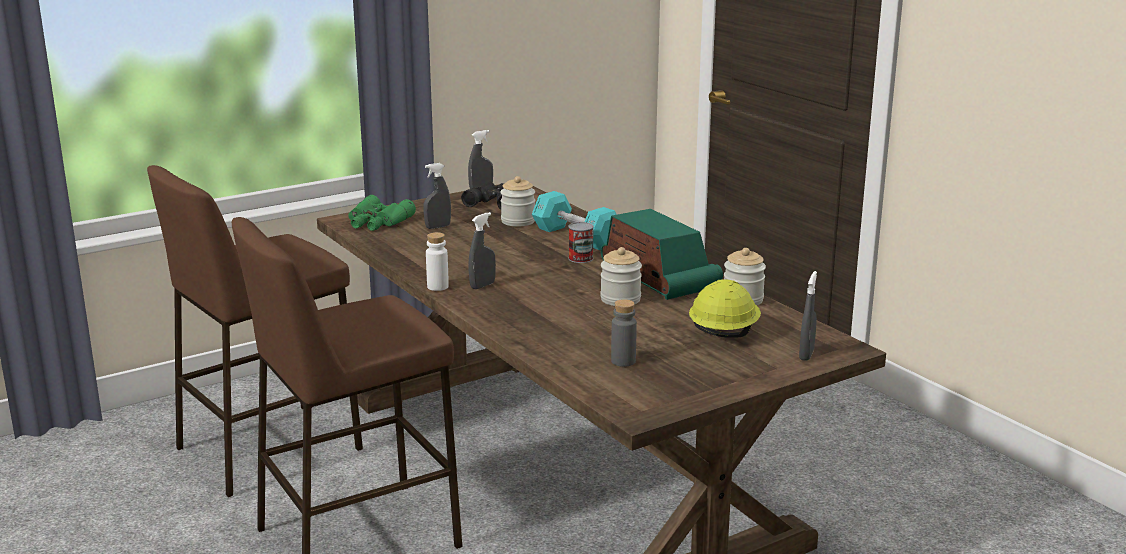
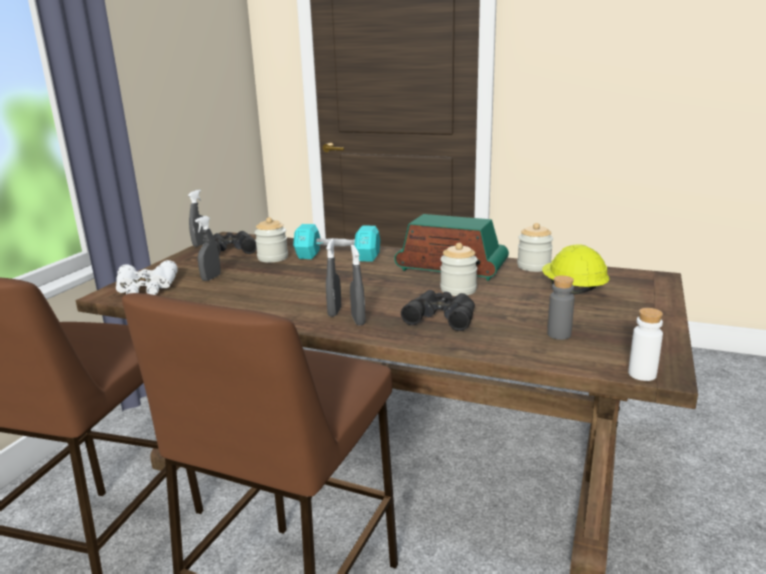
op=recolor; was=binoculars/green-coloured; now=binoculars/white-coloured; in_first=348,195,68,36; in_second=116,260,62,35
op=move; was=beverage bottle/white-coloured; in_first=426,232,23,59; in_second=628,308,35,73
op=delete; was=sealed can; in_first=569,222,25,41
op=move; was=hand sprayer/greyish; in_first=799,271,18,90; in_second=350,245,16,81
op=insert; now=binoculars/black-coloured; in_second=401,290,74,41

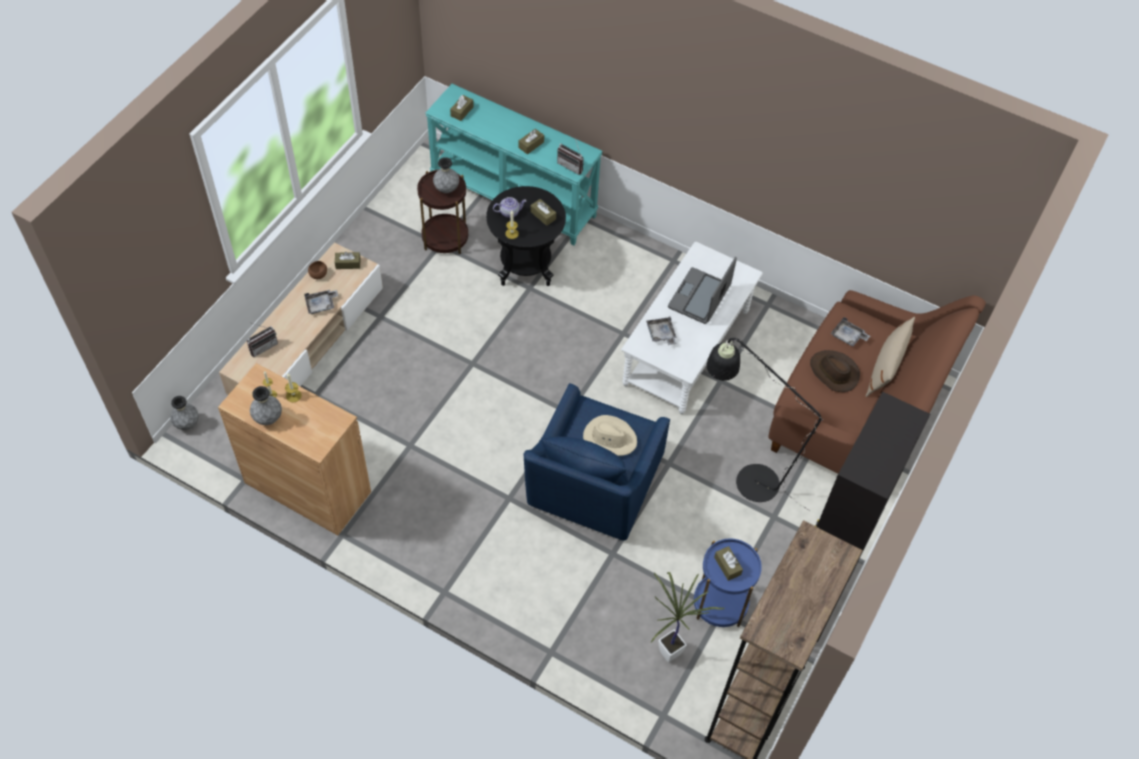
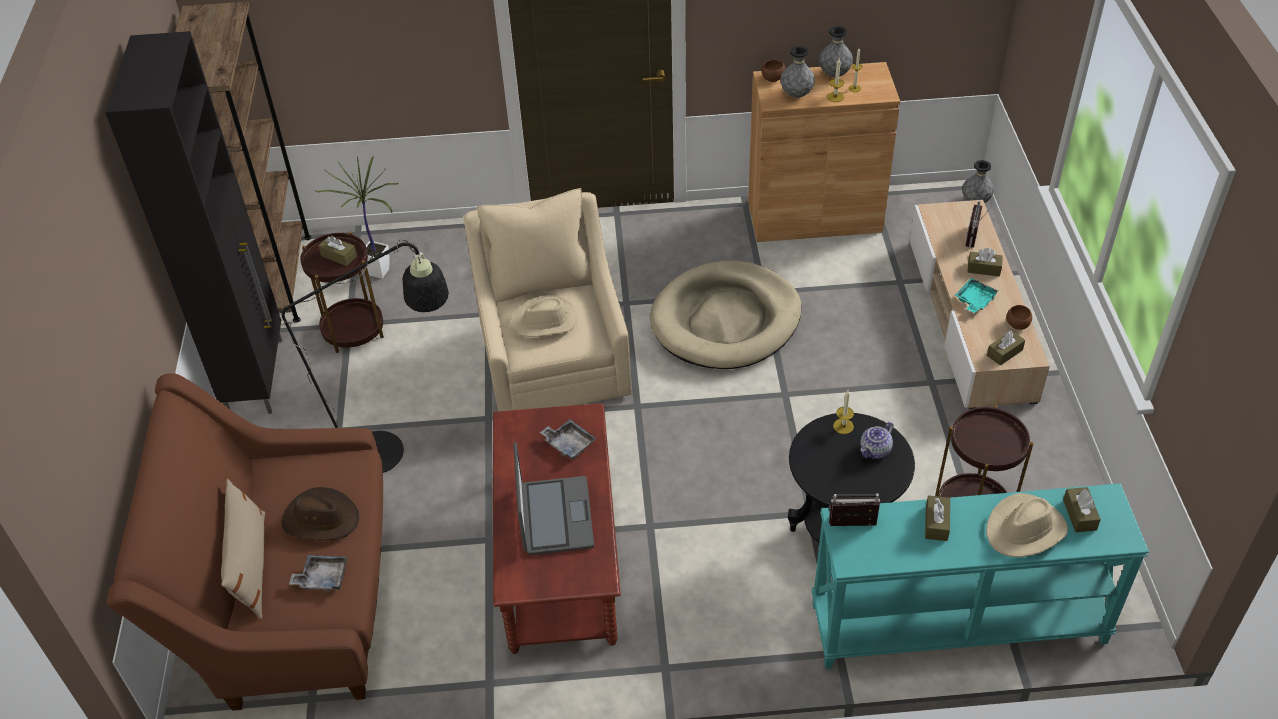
op=recolor; was=serving tray/greyish; now=serving tray/turquoise-coloured; in_first=305,290,33,24; in_second=954,278,45,35
op=move; was=vase/greyish; in_first=433,157,26,36; in_second=780,46,35,52
op=recolor; was=lounge chair/blue; now=lounge chair/beige; in_first=523,383,147,158; in_second=463,188,169,223
op=move; was=box of tissues/brown; in_first=531,199,25,27; in_second=968,248,35,29
op=recolor; was=lounge table/white-coloured; now=lounge table/brown; in_first=621,242,142,172; in_second=493,403,128,251
op=recolor; was=end table/blue; now=end table/brown; in_first=694,539,68,88; in_second=300,231,84,122
op=insert; now=pet bed/beige; in_second=650,260,151,109
op=insert; now=deep dish/brown; in_second=761,60,25,22
op=insert; now=hat/beige; in_second=986,493,82,64

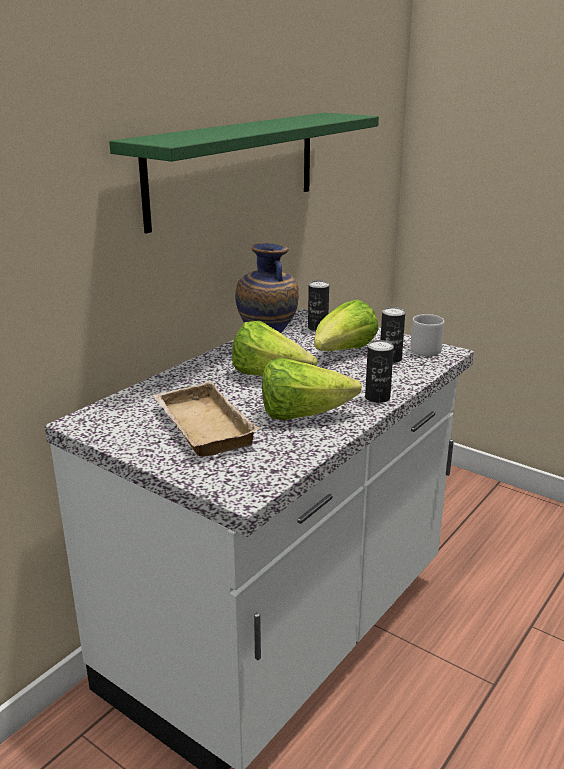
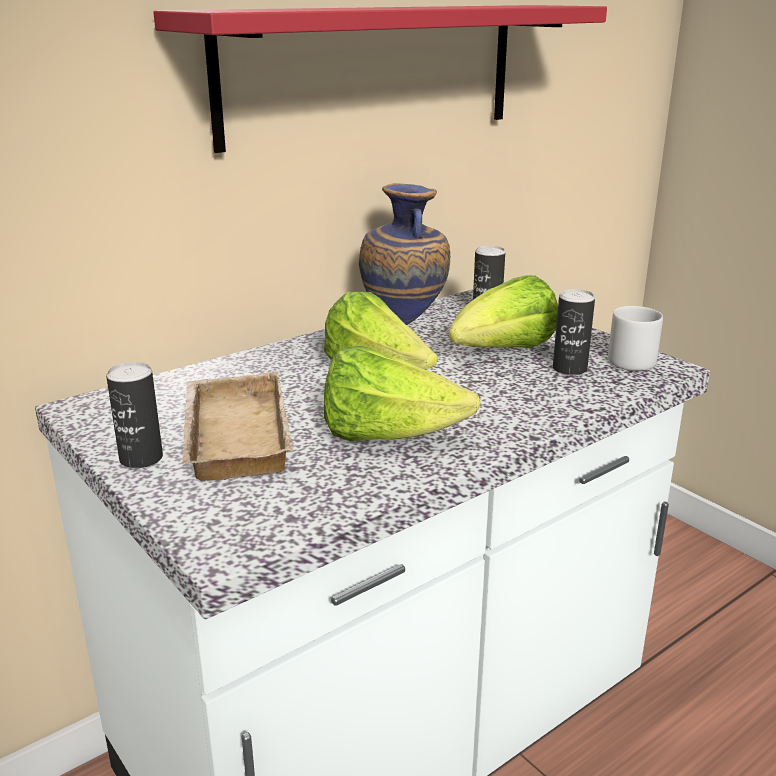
op=recolor; was=shelf/green-coloured; now=shelf/red; in_first=109,113,270,121; in_second=153,5,454,148
op=move; was=sealed can; in_first=365,340,29,63; in_second=106,362,57,106

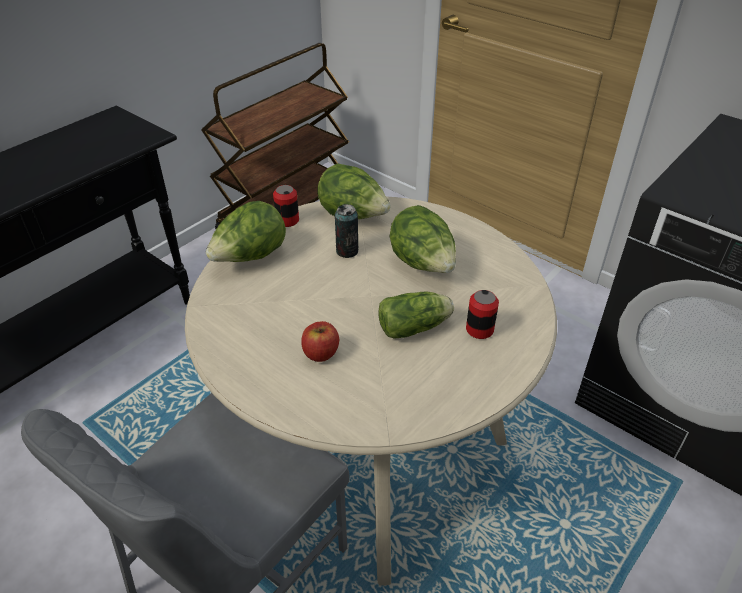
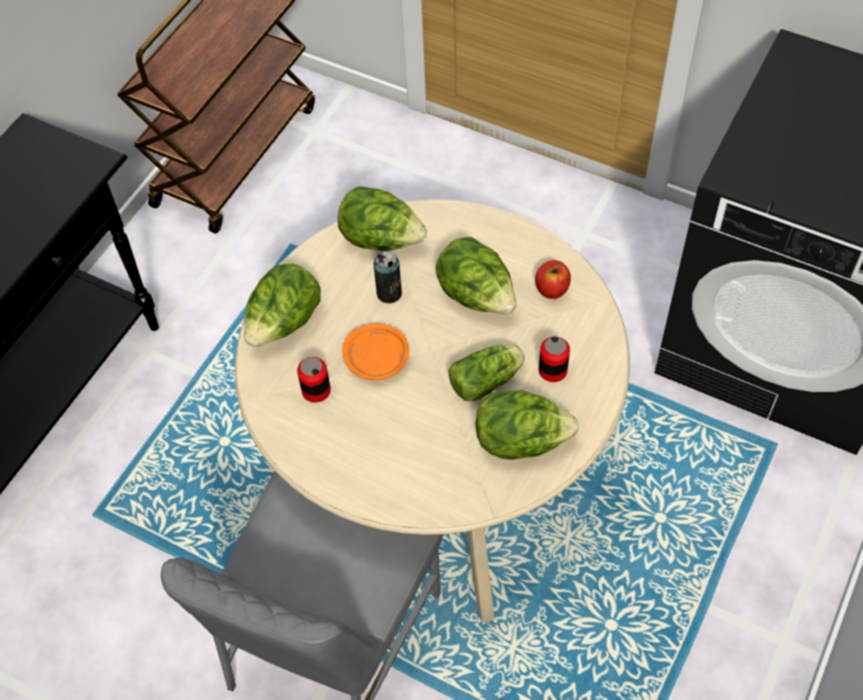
op=move; was=sealed can; in_first=273,185,26,42; in_second=297,357,34,46
op=move; was=apple; in_first=301,321,38,41; in_second=535,260,36,39
op=insert; now=flat dish/orange; in_second=342,324,67,56
op=insert; now=lettuce; in_second=475,390,104,70

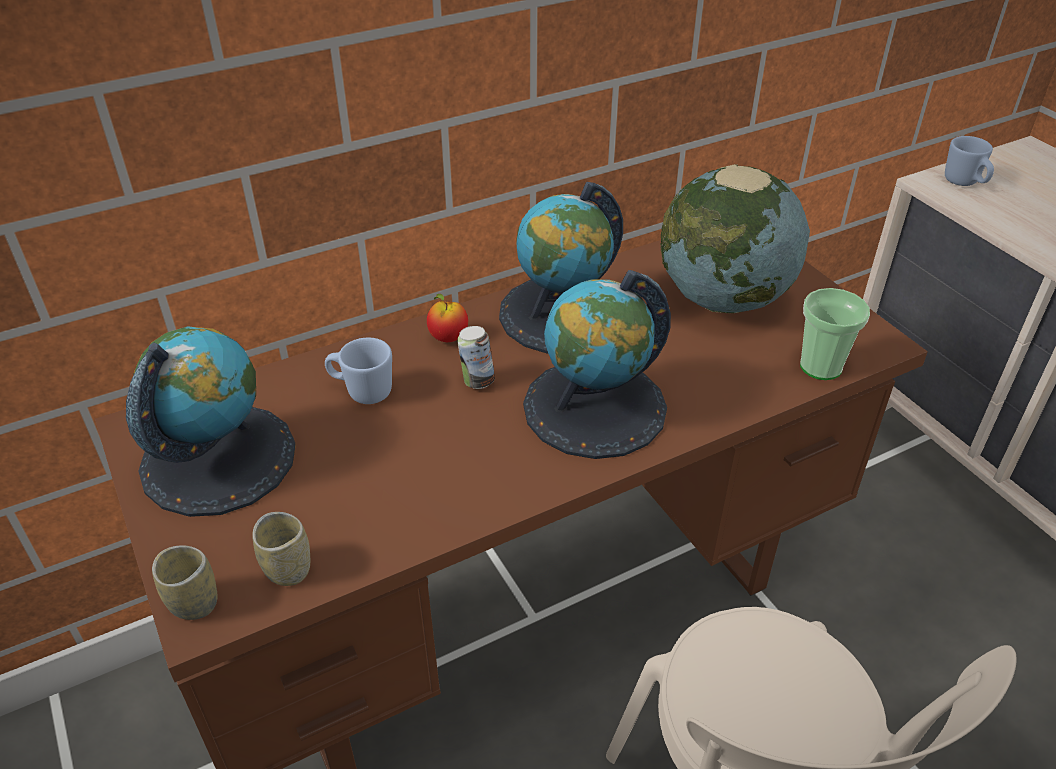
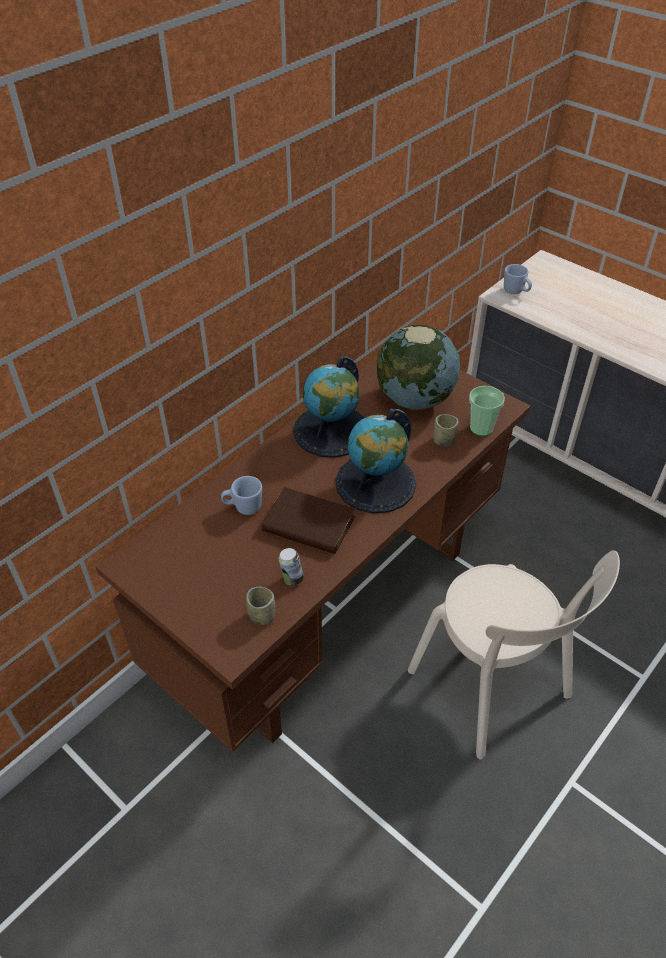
op=delete; was=globe; in_first=126,326,170,191
op=move; was=cup; in_first=152,545,65,75; in_second=434,414,25,32
op=delete; was=apple; in_first=427,294,41,48
op=move; was=sealed can; in_first=457,326,38,63; in_second=279,548,25,38
op=insert; now=volume/brown; in_second=262,487,93,67

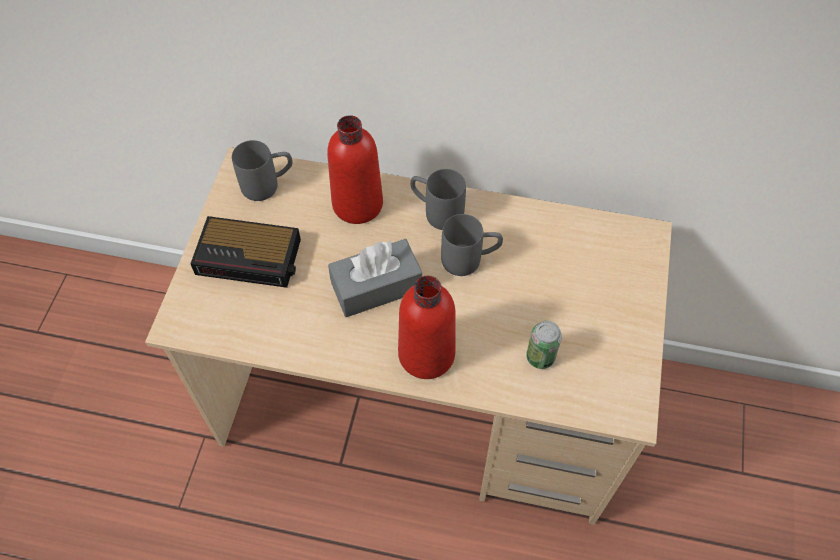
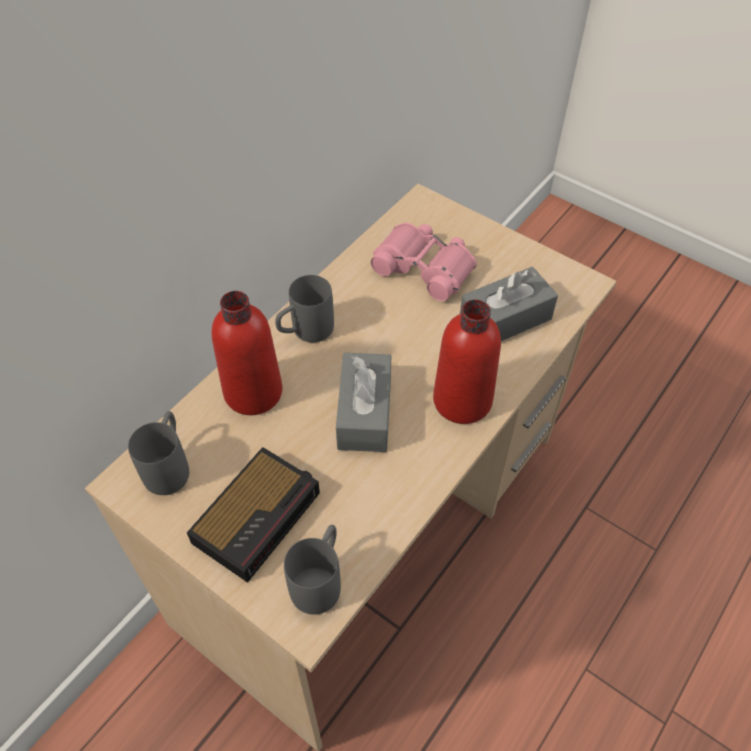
op=move; was=tea mug/greyish; in_first=441,214,62,62; in_second=284,525,57,90
op=replace; was=sealed can; now=box of tissues/greyish; in_first=526,321,36,48; in_second=460,267,98,74
op=insert; now=binoculars/pinkish; in_second=371,223,106,78

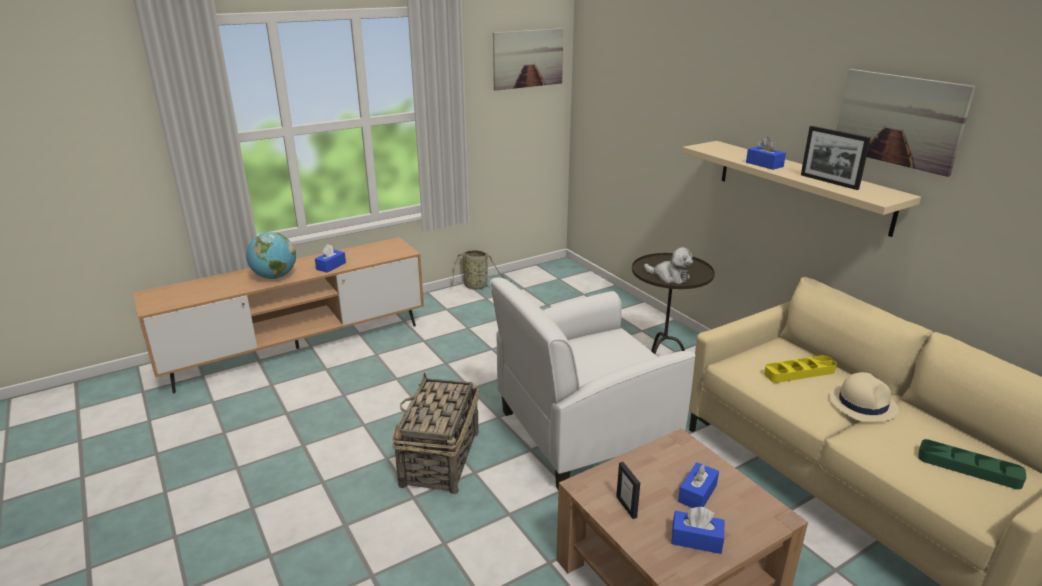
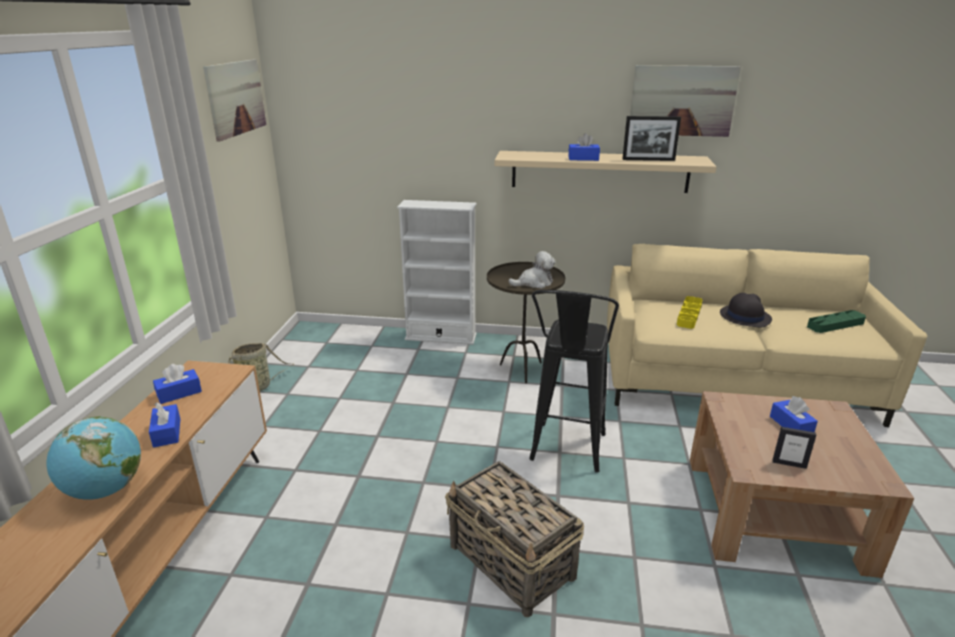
op=replace; was=lounge chair/white-coloured; now=stool seat/black-coloured; in_first=490,278,206,213; in_second=529,290,90,183
op=move; was=box of tissues/blue; in_first=671,507,53,47; in_second=153,364,49,40
op=recolor; was=hat/beige; now=hat/black-coloured; in_first=829,372,70,50; in_second=720,293,52,35
op=insert; now=bookcase/white-coloured; in_second=397,200,80,145

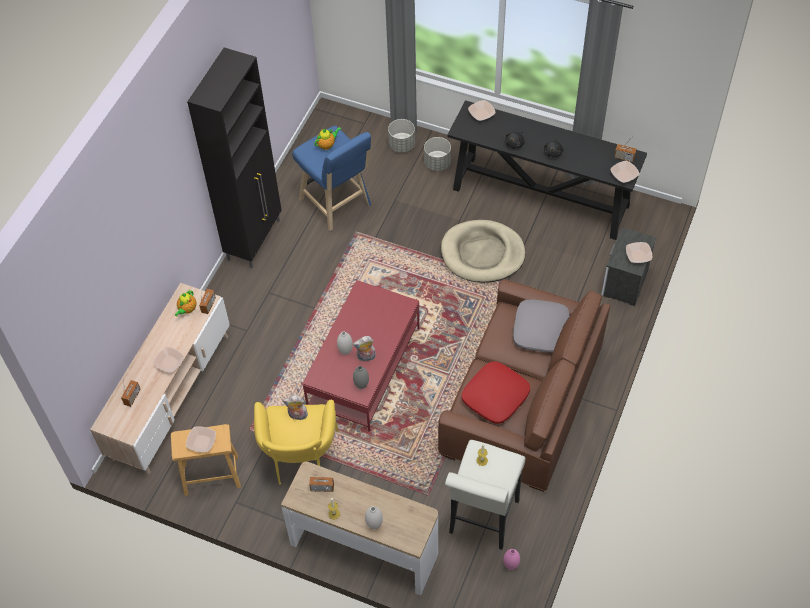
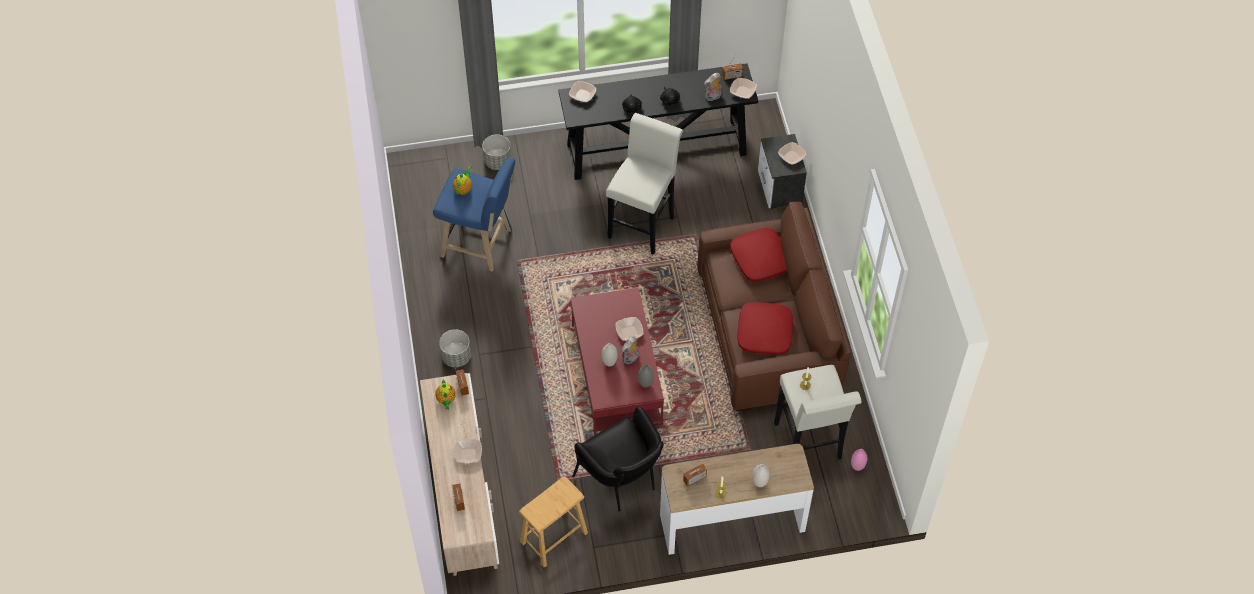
op=move; was=deep dish; in_first=186,426,30,26; in_second=615,317,29,24
op=delete; was=cabinet/black-coloured; in_first=187,48,95,220
op=recolor; was=lounge chair/yellow; now=lounge chair/black-coloured; in_first=254,400,85,85; in_second=572,407,92,105
op=move; was=soft toy; in_first=282,395,26,25; in_second=704,73,18,28
op=move; was=flower pot/greyish; in_first=424,137,27,34; in_second=439,329,32,38
op=replace; was=pet bed/beige; now=stool seat/white-coloured; in_first=441,220,85,63; in_second=606,113,77,142
op=recolor; was=pillow/greyish; now=pillow/red; in_first=513,300,57,53; in_second=730,228,57,54

